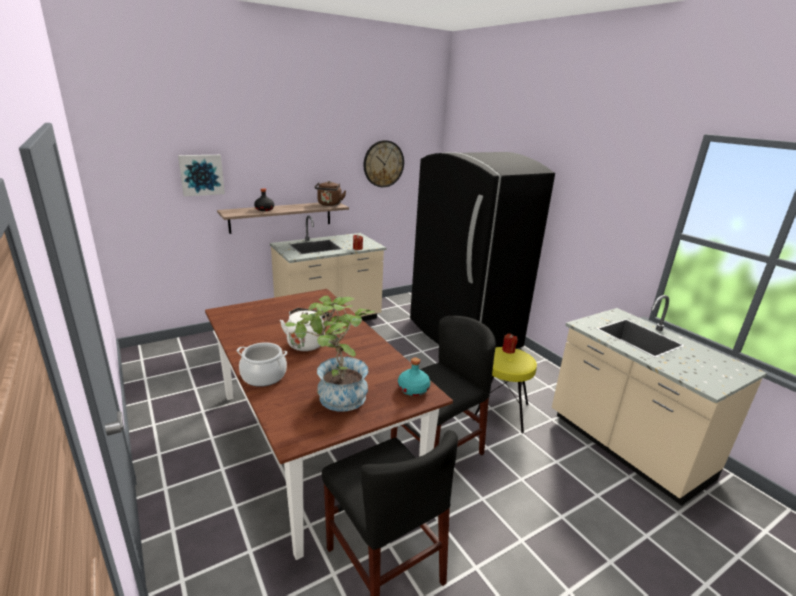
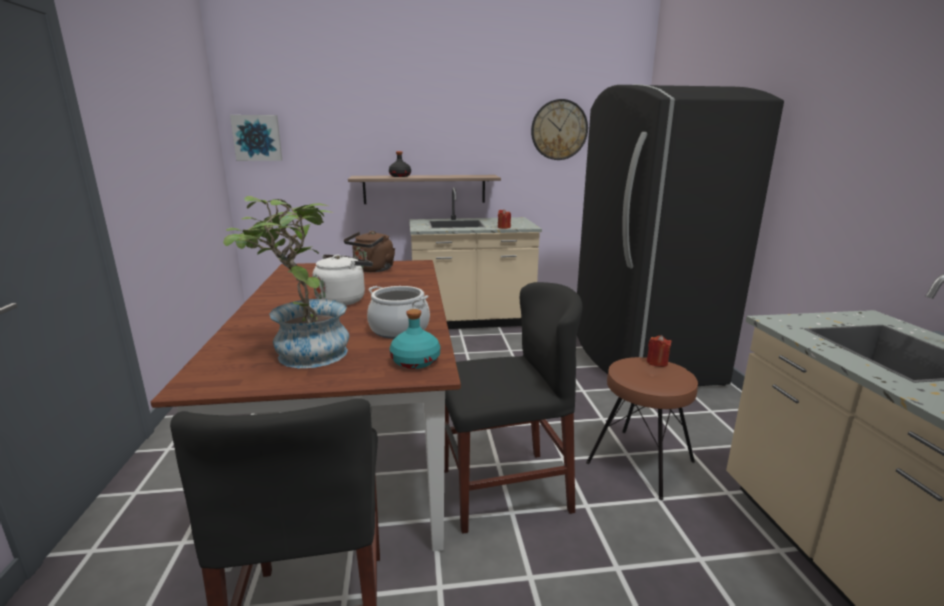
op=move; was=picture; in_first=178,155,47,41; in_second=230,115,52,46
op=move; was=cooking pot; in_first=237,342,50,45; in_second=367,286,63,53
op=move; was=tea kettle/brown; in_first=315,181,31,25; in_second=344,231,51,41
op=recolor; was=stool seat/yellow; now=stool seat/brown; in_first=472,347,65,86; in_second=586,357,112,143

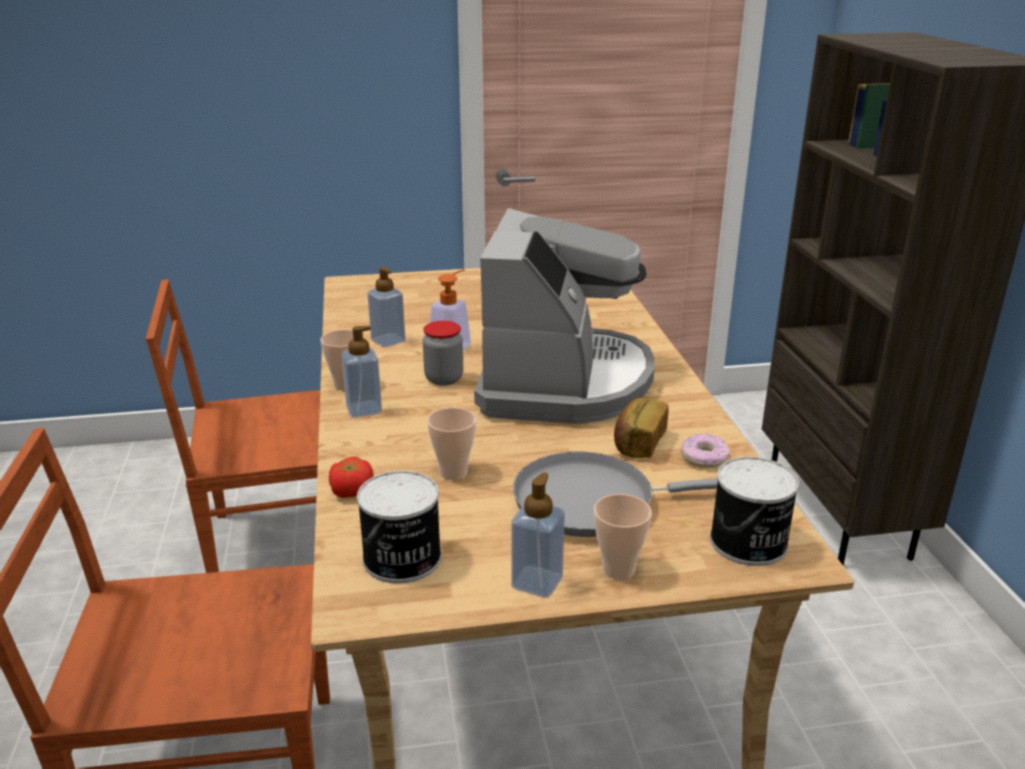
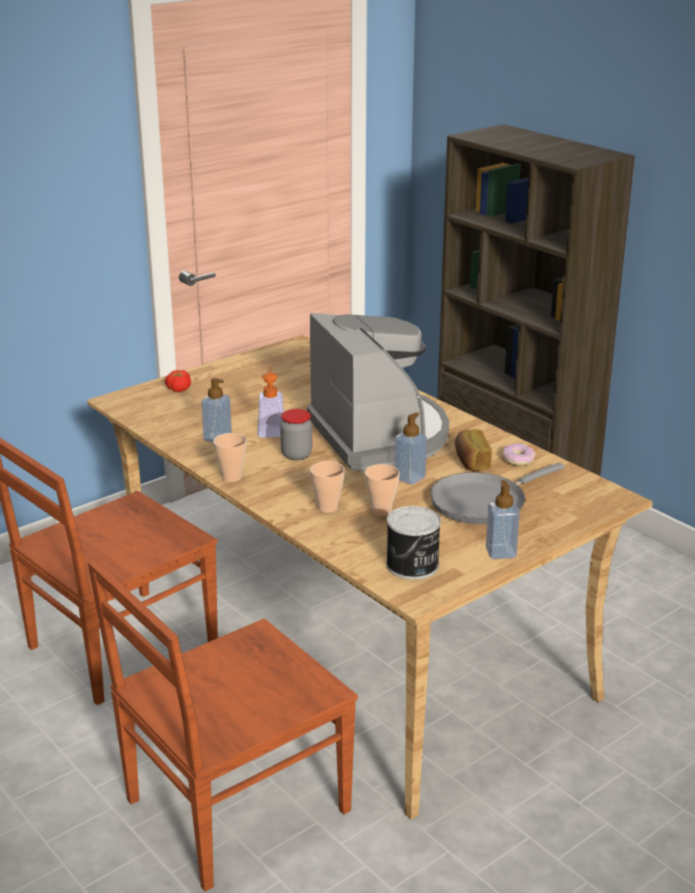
op=move; was=tomato; in_first=329,457,45,41; in_second=165,370,26,22
op=move; was=soap dispenser; in_first=341,326,41,92; in_second=394,412,33,73
op=move; was=cup; in_first=594,494,58,86; in_second=310,461,35,52
op=delete; was=sealed can; in_first=710,457,89,109

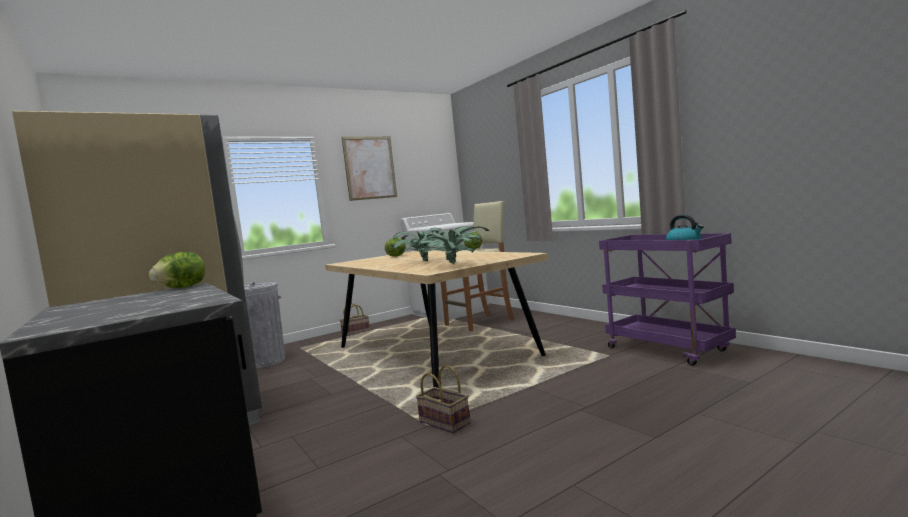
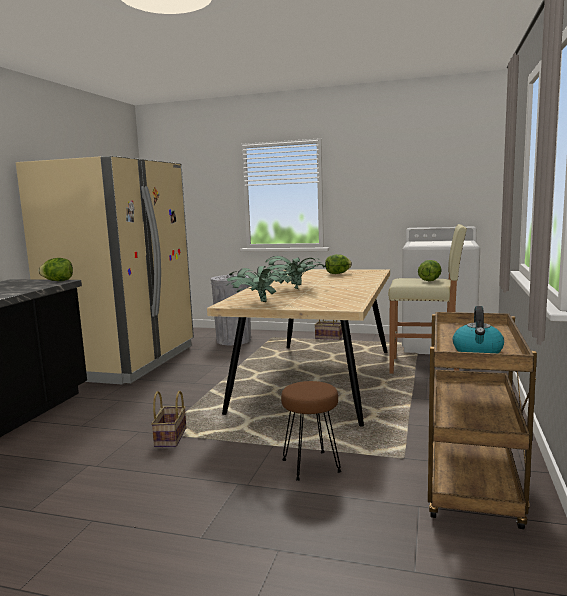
op=delete; was=picture; in_first=342,137,55,64
op=recolor; was=wheeled cart/purplish; now=wheeled cart/brown; in_first=599,233,137,133; in_second=428,312,109,217
op=insert; now=stool seat/brown; in_second=281,381,60,100

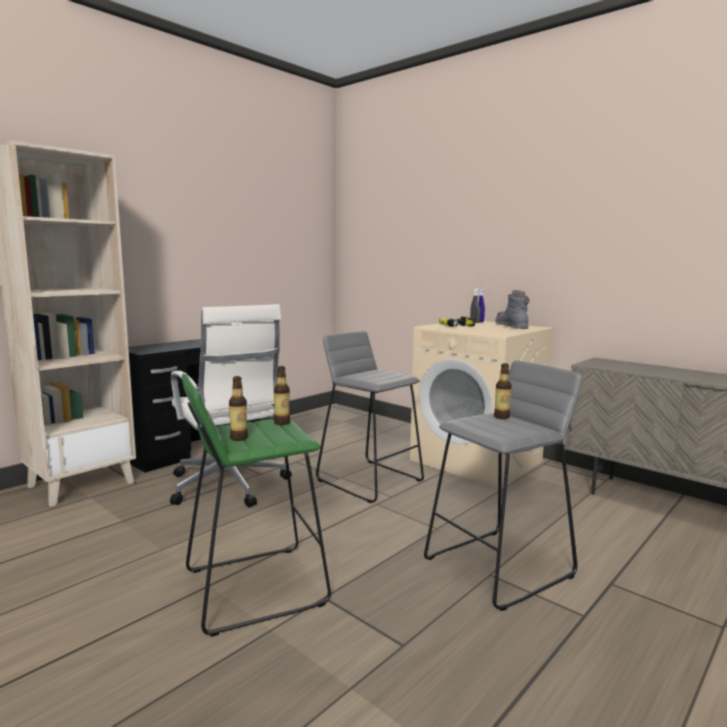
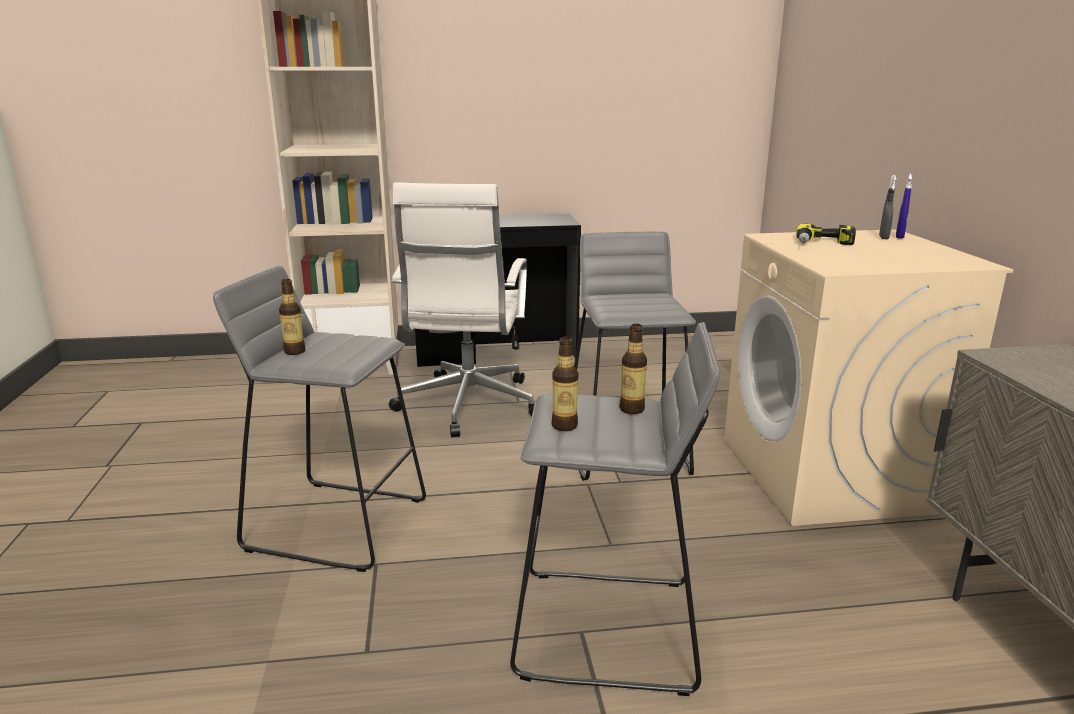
op=recolor; was=stool seat/green-coloured; now=stool seat/greyish; in_first=182,374,149,263; in_second=213,266,213,306
op=move; was=beverage bottle; in_first=274,366,16,59; in_second=552,336,26,95
op=delete; was=high-top boot/greyish; in_first=495,290,34,39

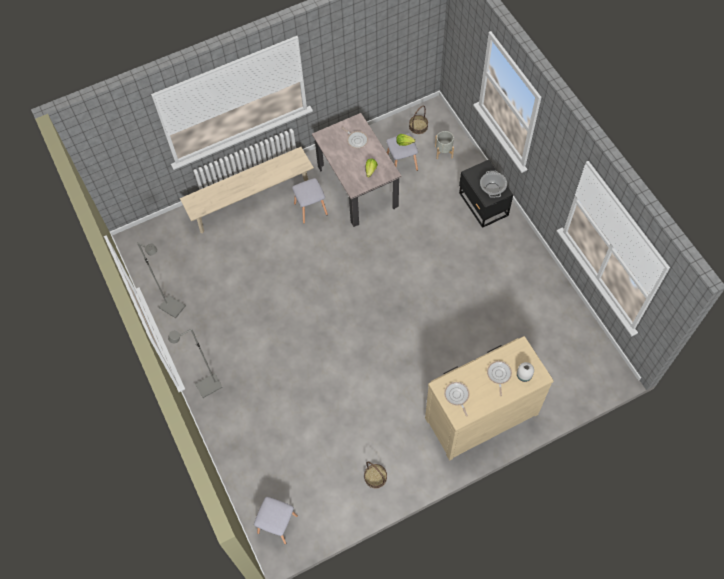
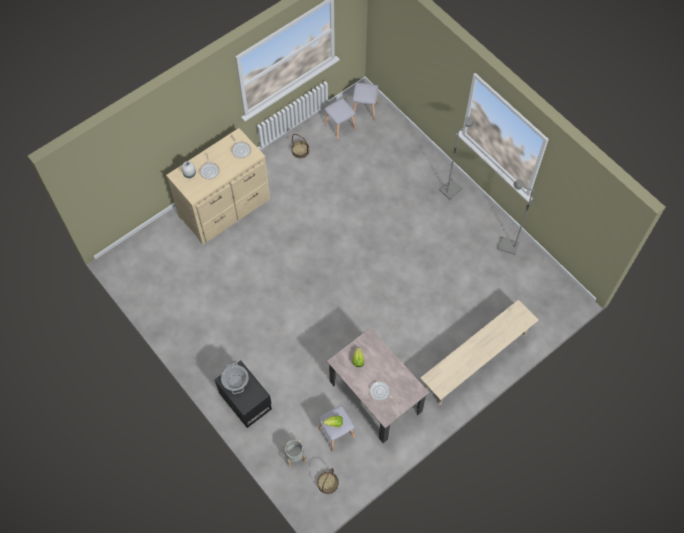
op=move; was=stool seat/greyish; in_first=292,178,36,46; in_second=324,99,32,41

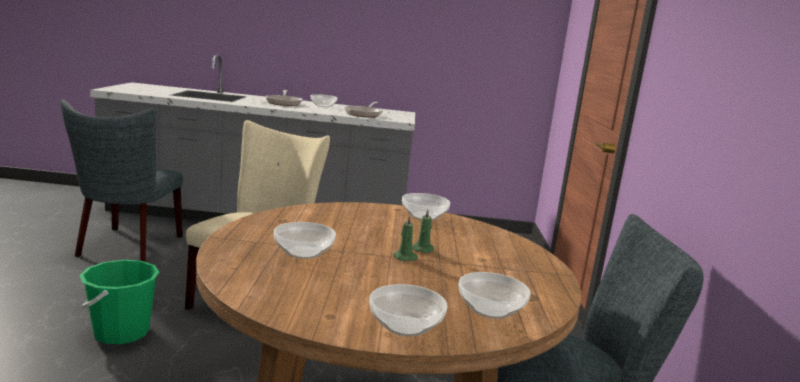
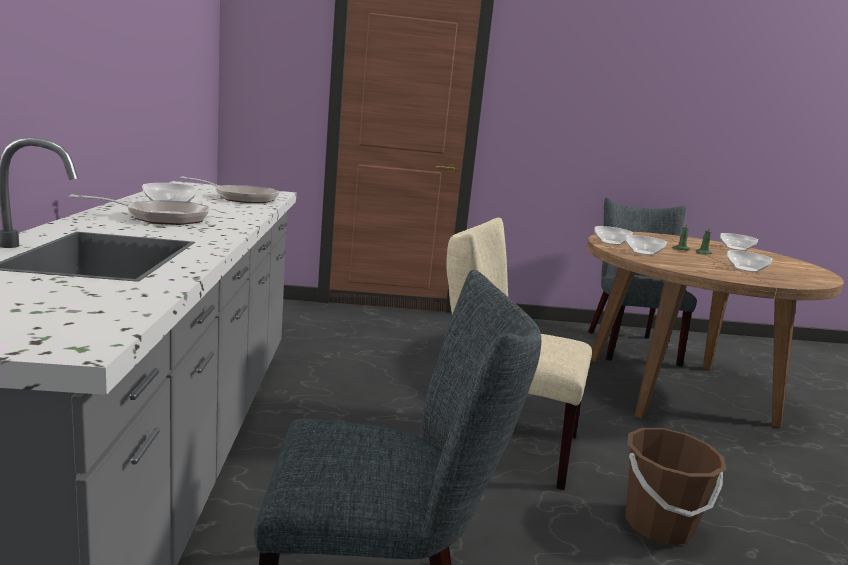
op=recolor; was=bucket/green-coloured; now=bucket/brown; in_first=80,260,79,84; in_second=625,428,101,116
op=move; was=deep dish; in_first=369,284,78,53; in_second=626,235,41,20

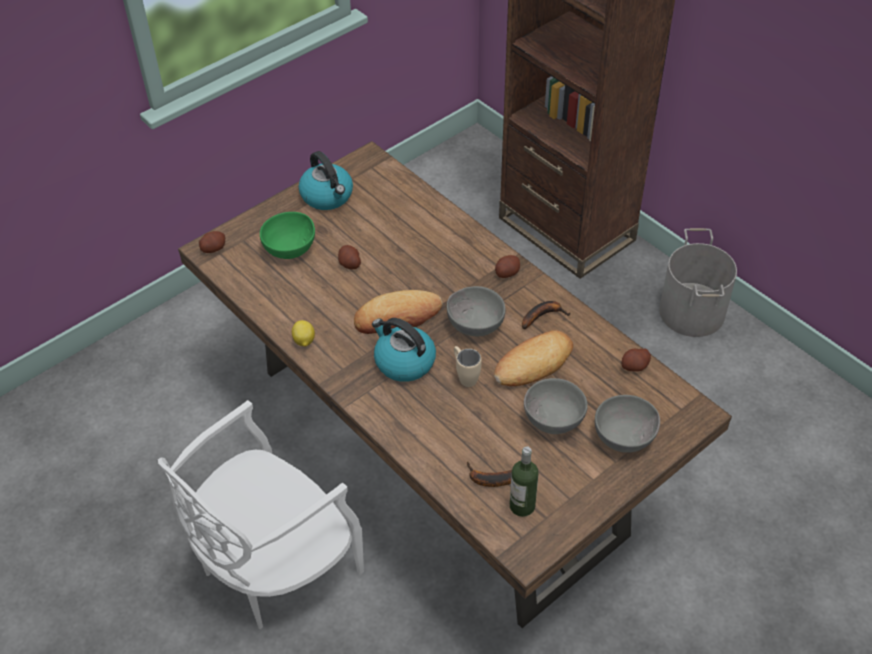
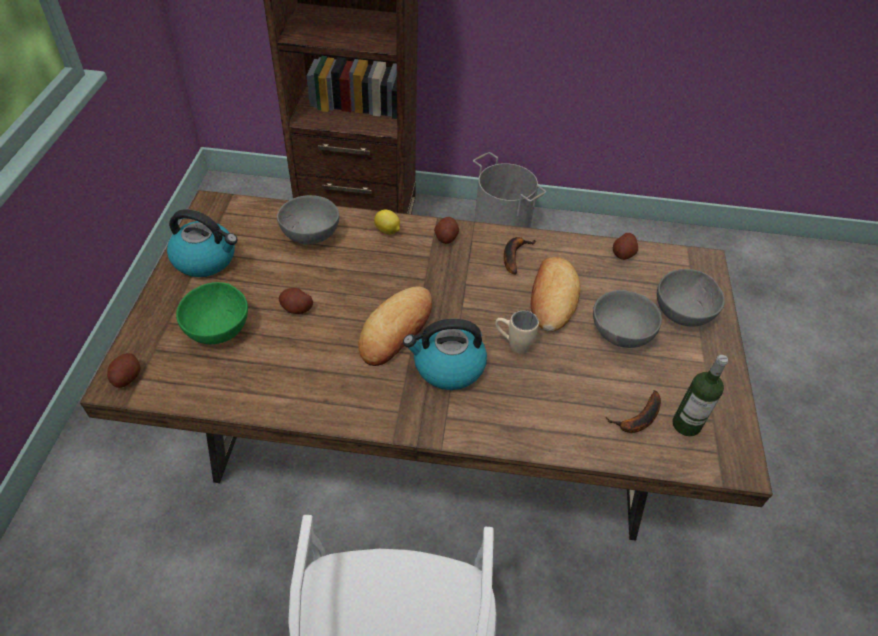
op=move; was=lemon; in_first=292,320,23,27; in_second=374,210,26,25
op=move; was=deep dish/greyish; in_first=447,286,58,50; in_second=277,195,62,49

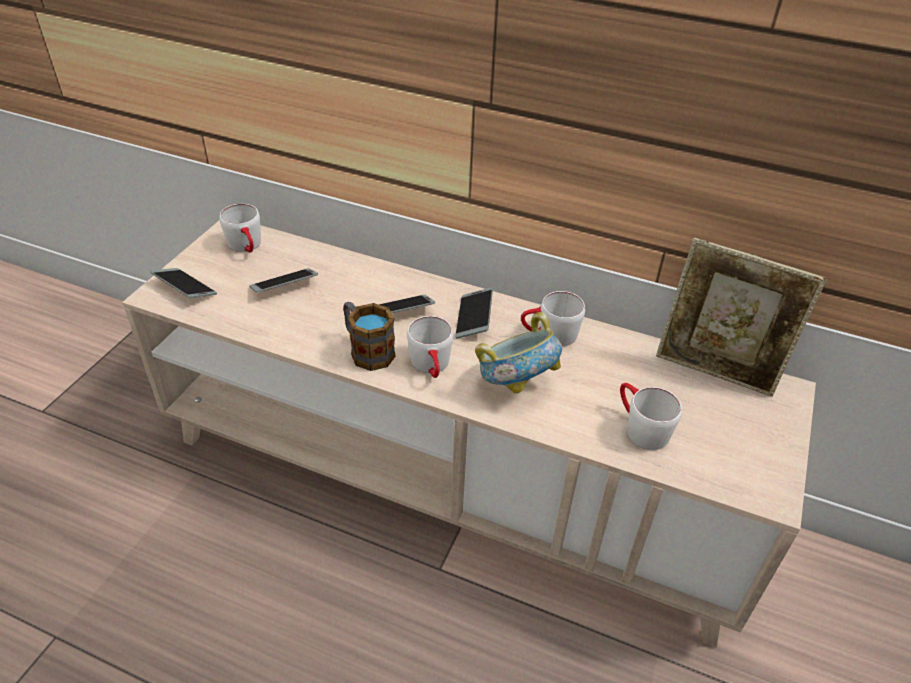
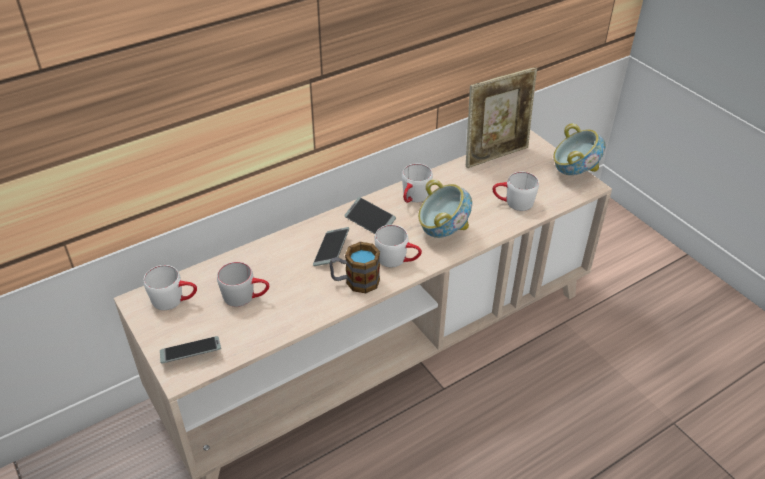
op=replace; was=handset; now=tea mug/greyish; in_first=249,268,69,25; in_second=217,262,52,45
op=insert; now=deep dish; in_second=553,123,52,52

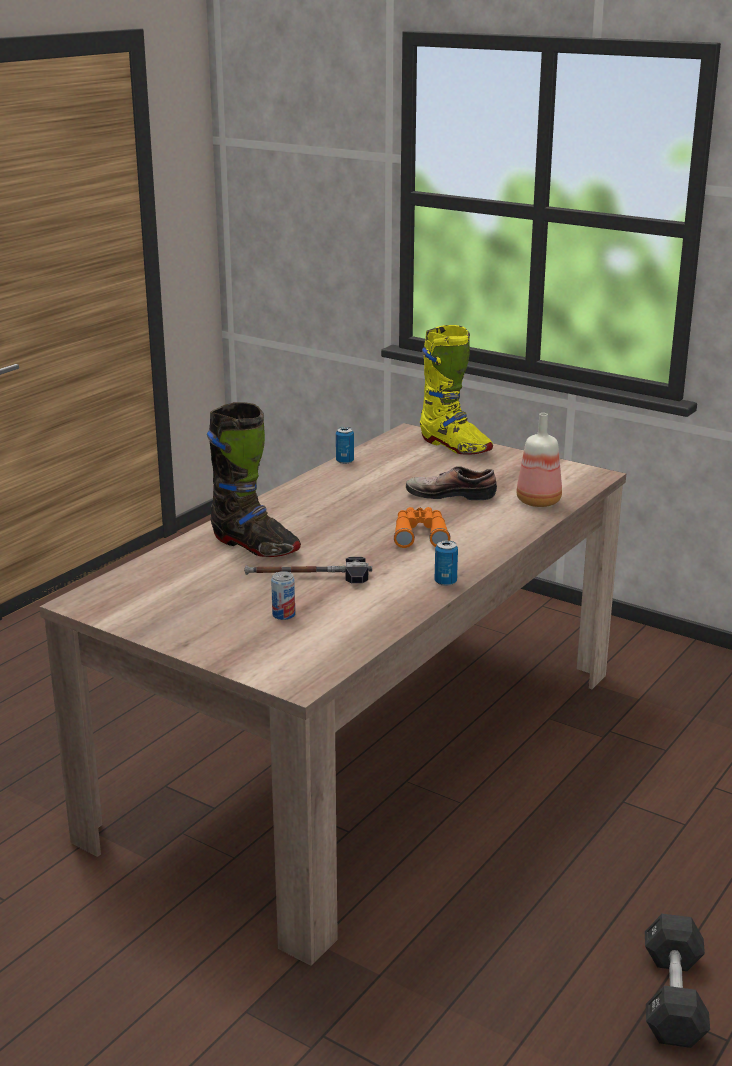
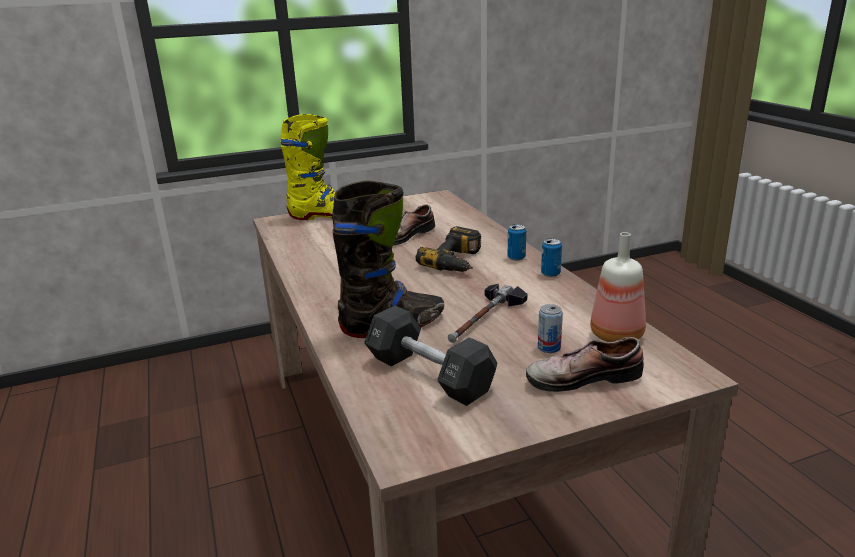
op=move; was=sealed can; in_first=336,427,18,37; in_second=508,224,18,37
op=replace; was=binoculars/orange; now=drill; in_first=394,507,57,41; in_second=416,226,65,46
op=move; was=beverage bottle; in_first=516,413,46,94; in_second=590,232,56,110
op=move; was=dumbbell/black-coloured; in_first=645,914,65,134; in_second=364,306,133,100
op=insert; now=shoe; in_second=526,337,118,55

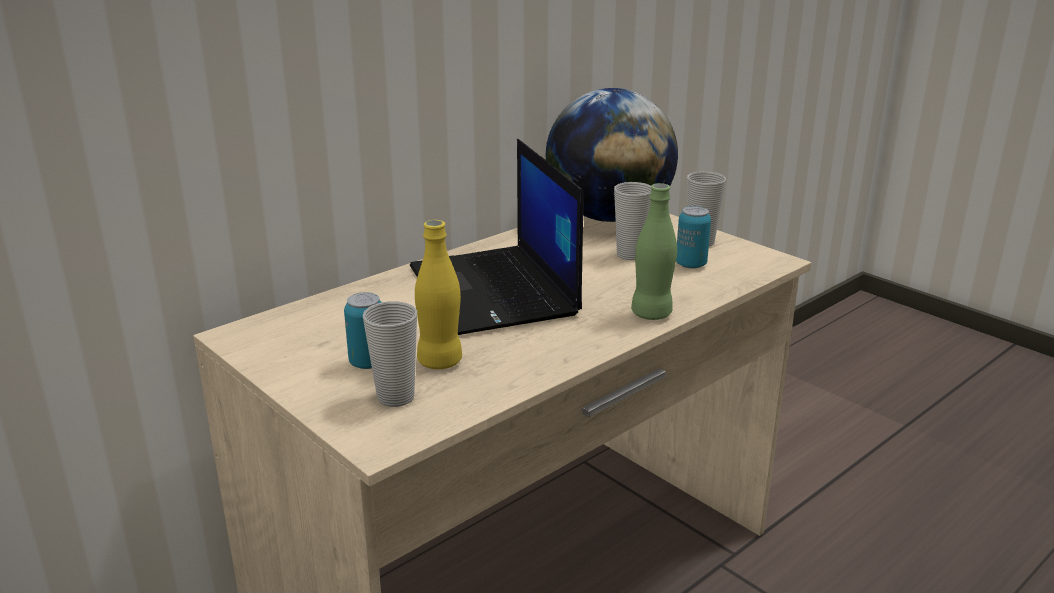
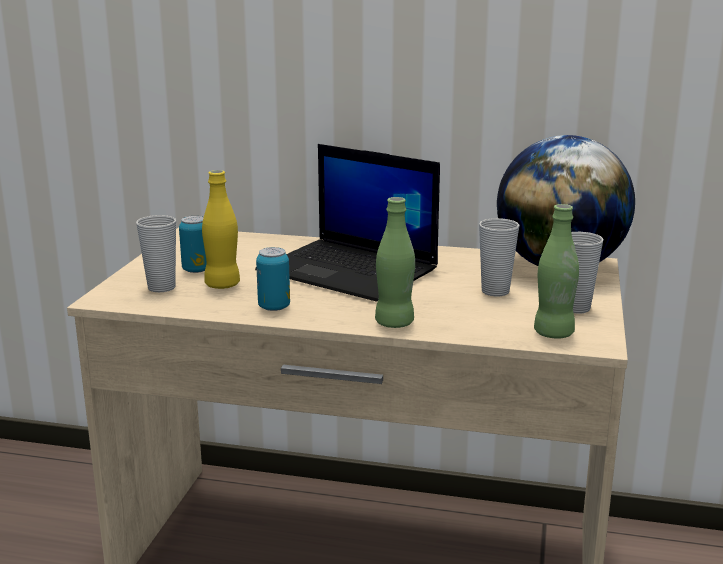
op=rotate; was=portable computer; in_first=410,139,173,196; in_second=255,144,185,158; clockwise=-90
op=move; was=sealed can; in_first=676,206,35,63; in_second=256,247,34,64
op=insert; now=beverage bottle/green-coloured; in_second=534,204,45,135

